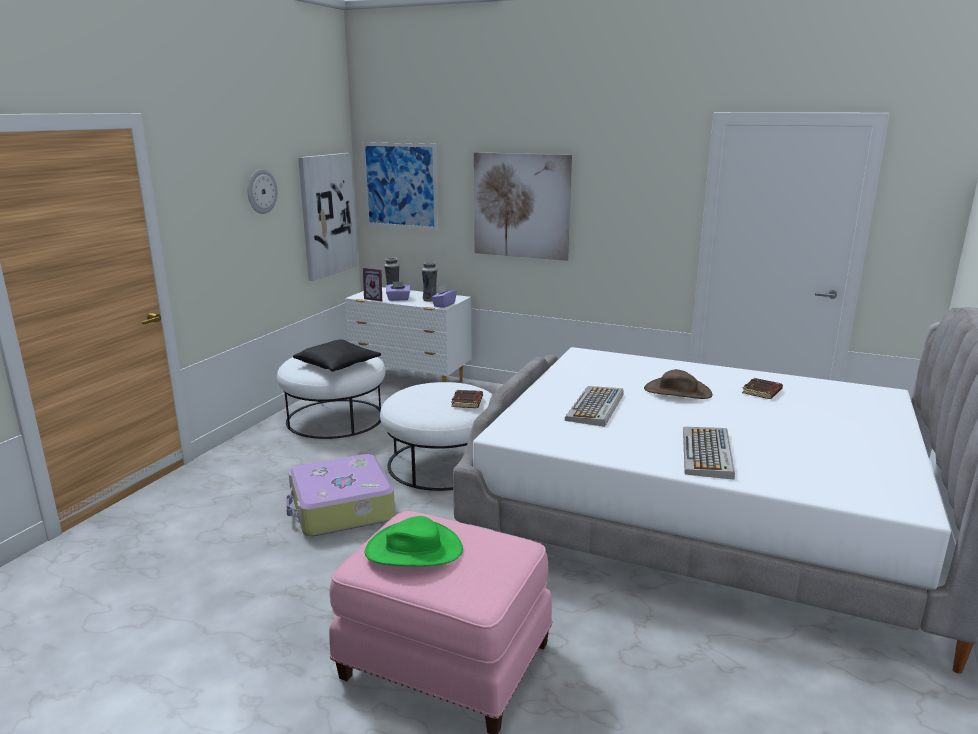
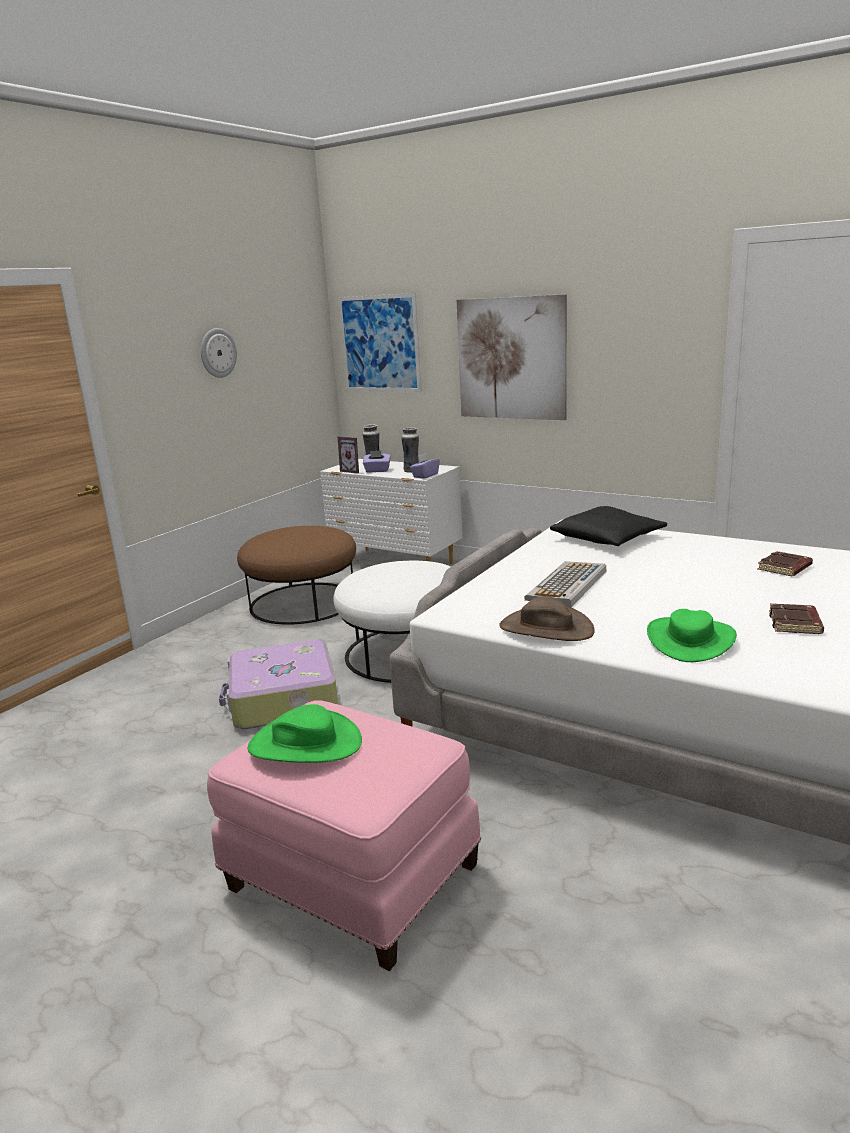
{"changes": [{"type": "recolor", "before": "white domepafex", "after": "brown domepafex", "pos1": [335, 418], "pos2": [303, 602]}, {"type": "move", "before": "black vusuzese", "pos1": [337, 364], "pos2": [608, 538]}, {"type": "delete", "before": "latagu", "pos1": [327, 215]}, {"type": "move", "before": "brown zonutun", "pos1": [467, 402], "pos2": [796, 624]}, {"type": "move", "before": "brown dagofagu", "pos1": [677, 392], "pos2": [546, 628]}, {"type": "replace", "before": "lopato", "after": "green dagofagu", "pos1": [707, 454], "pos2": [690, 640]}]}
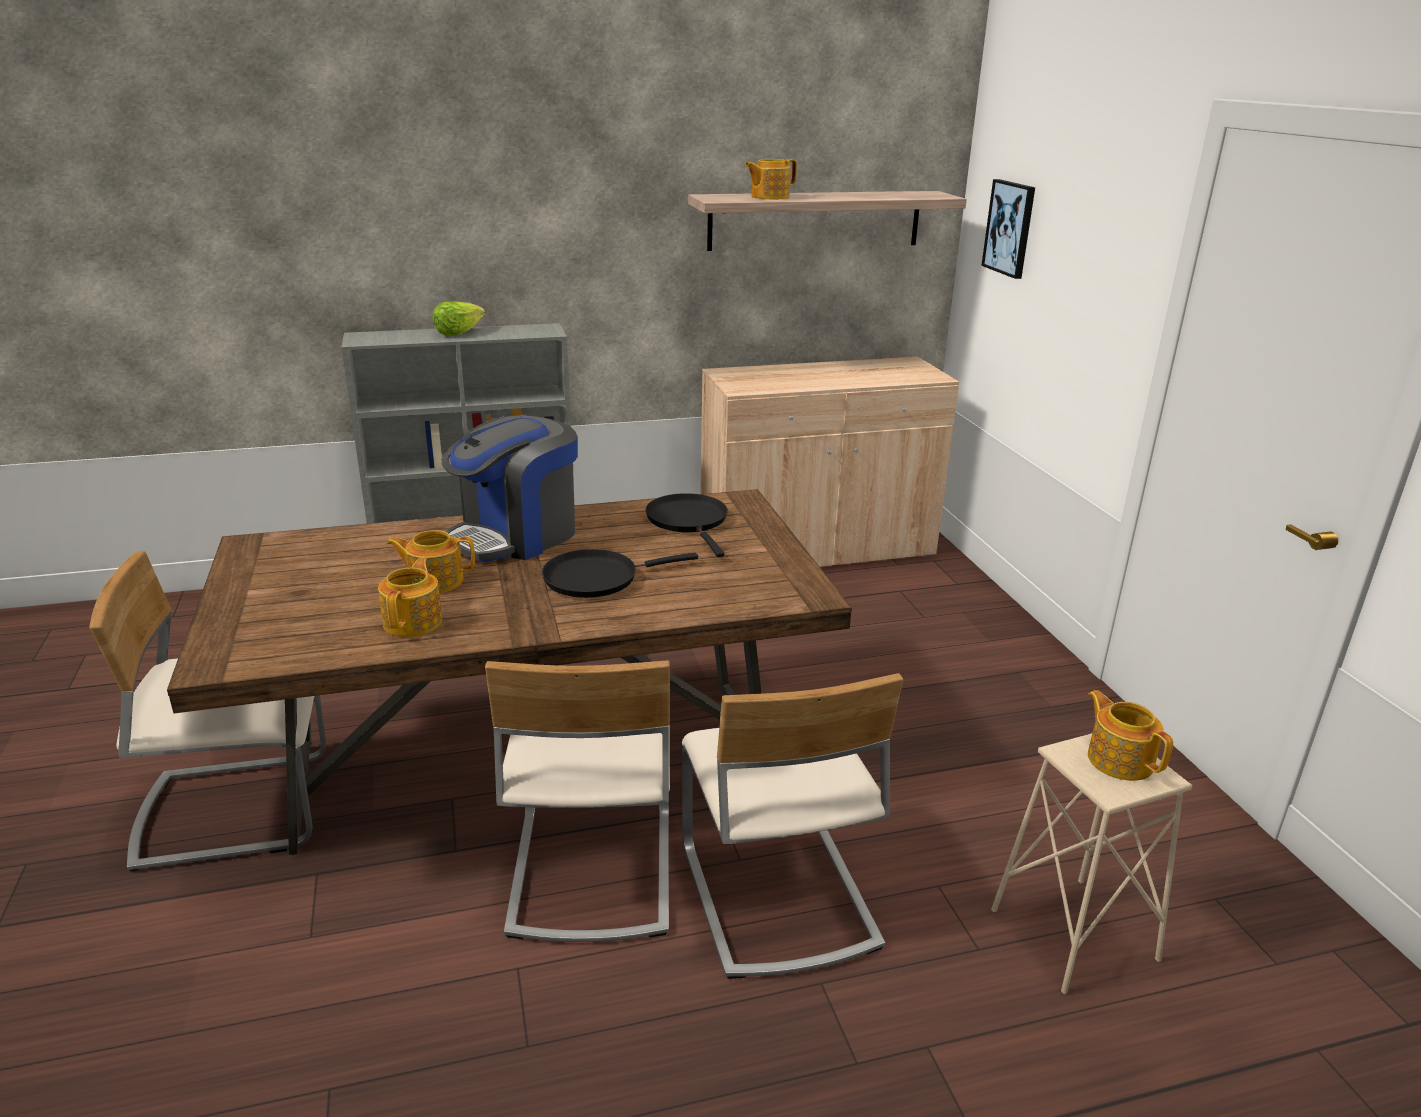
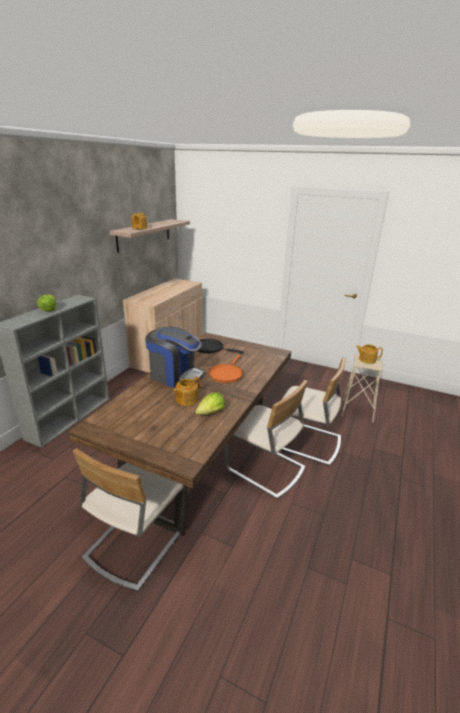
{"changes": [{"type": "replace", "before": "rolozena", "after": "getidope", "pos1": [414, 621], "pos2": [211, 412]}, {"type": "rotate", "before": "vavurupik", "pos1": [515, 536], "pos2": [175, 375], "turn": -60}, {"type": "recolor", "before": "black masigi", "after": "orange masigi", "pos1": [597, 578], "pos2": [226, 374]}, {"type": "delete", "before": "latagu", "pos1": [1010, 228]}]}
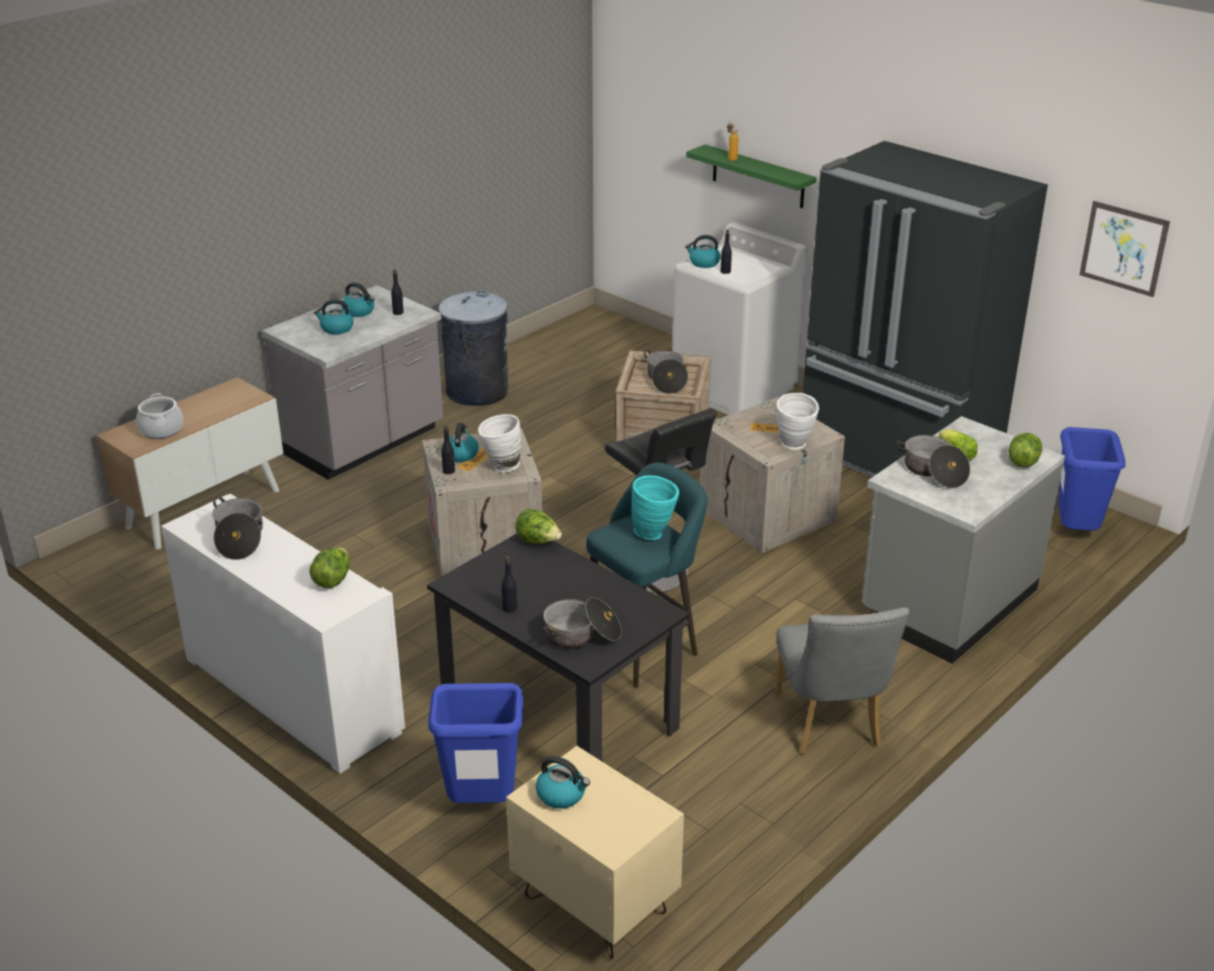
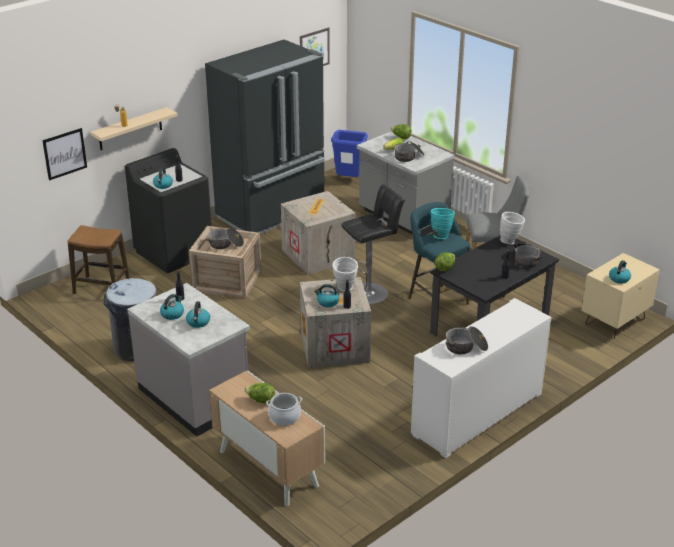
{"changes": [{"type": "move", "before": "getidope", "pos1": [332, 580], "pos2": [260, 400]}, {"type": "delete", "before": "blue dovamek", "pos1": [481, 804]}, {"type": "recolor", "before": "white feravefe", "after": "black feravefe", "pos1": [734, 390], "pos2": [174, 252]}, {"type": "recolor", "before": "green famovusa", "after": "beige famovusa", "pos1": [758, 177], "pos2": [130, 129]}, {"type": "move", "before": "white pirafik", "pos1": [795, 446], "pos2": [510, 241]}, {"type": "insert", "after": "latagu", "pos2": [64, 154]}, {"type": "insert", "after": "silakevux", "pos2": [101, 288]}]}
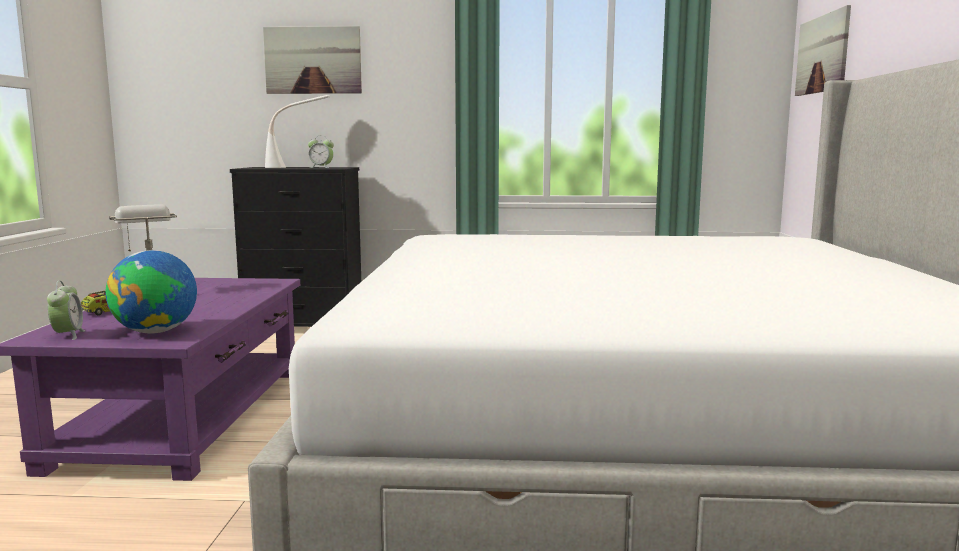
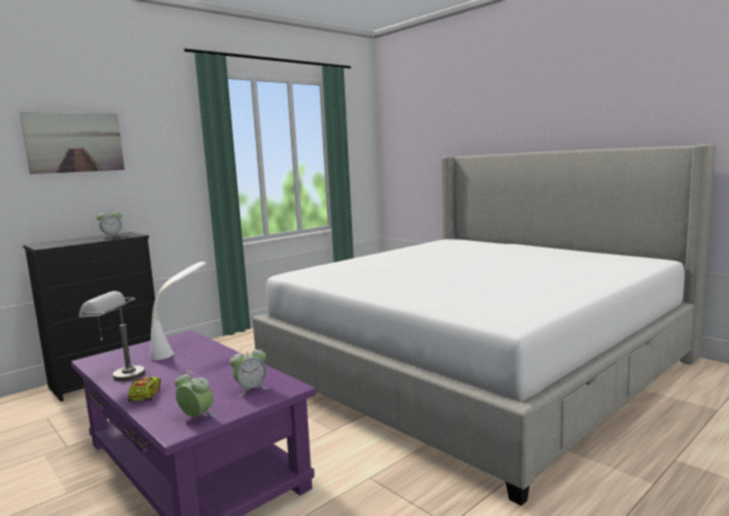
{"changes": [{"type": "replace", "before": "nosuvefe", "after": "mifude", "pos1": [156, 332], "pos2": [251, 389]}, {"type": "move", "before": "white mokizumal", "pos1": [299, 167], "pos2": [184, 347]}, {"type": "delete", "before": "latagu", "pos1": [822, 54]}]}
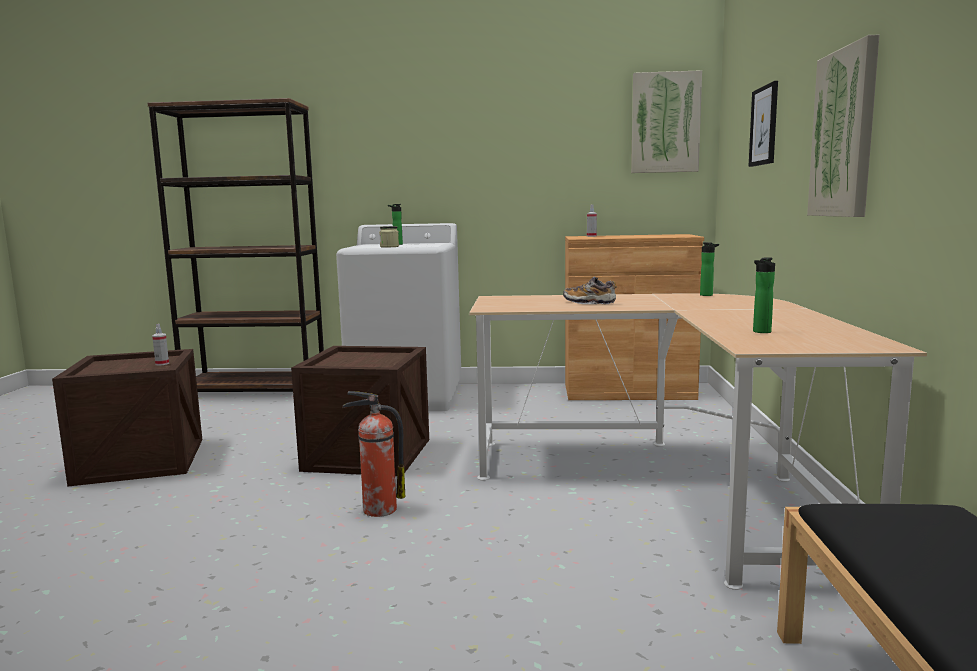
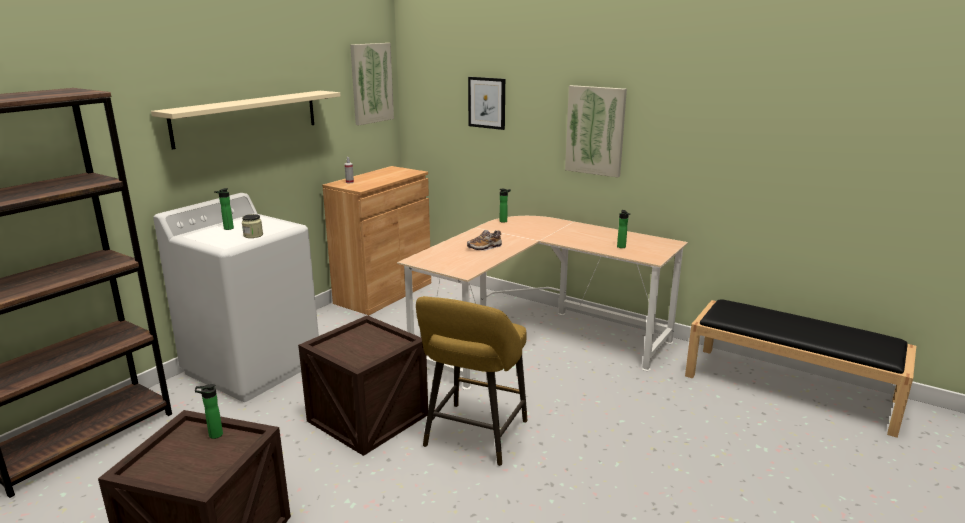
{"changes": [{"type": "replace", "before": "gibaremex", "after": "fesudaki", "pos1": [162, 364], "pos2": [213, 435]}, {"type": "replace", "before": "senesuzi", "after": "yellow silakevux", "pos1": [378, 509], "pos2": [473, 437]}, {"type": "insert", "after": "beige famovusa", "pos2": [247, 117]}]}
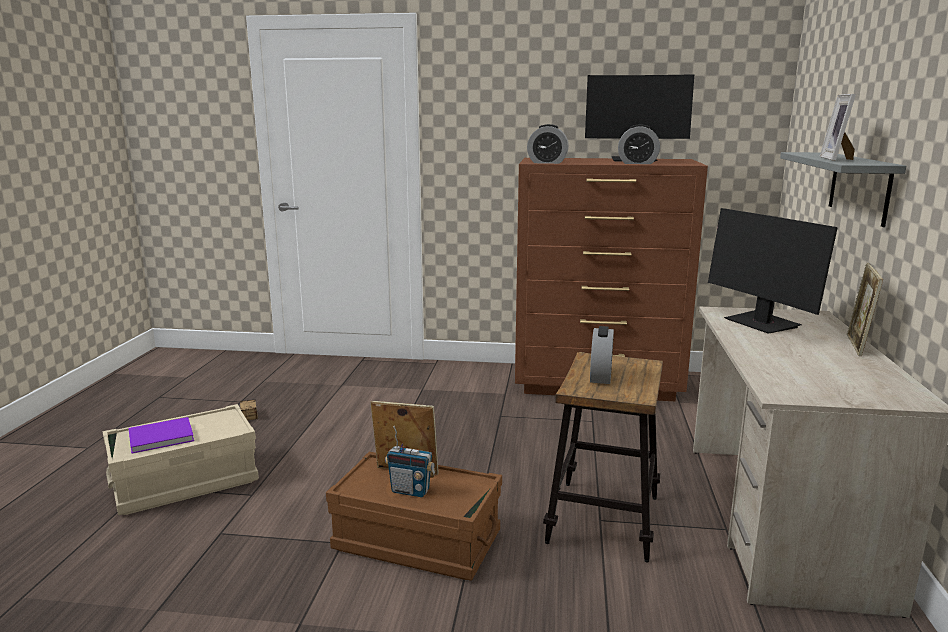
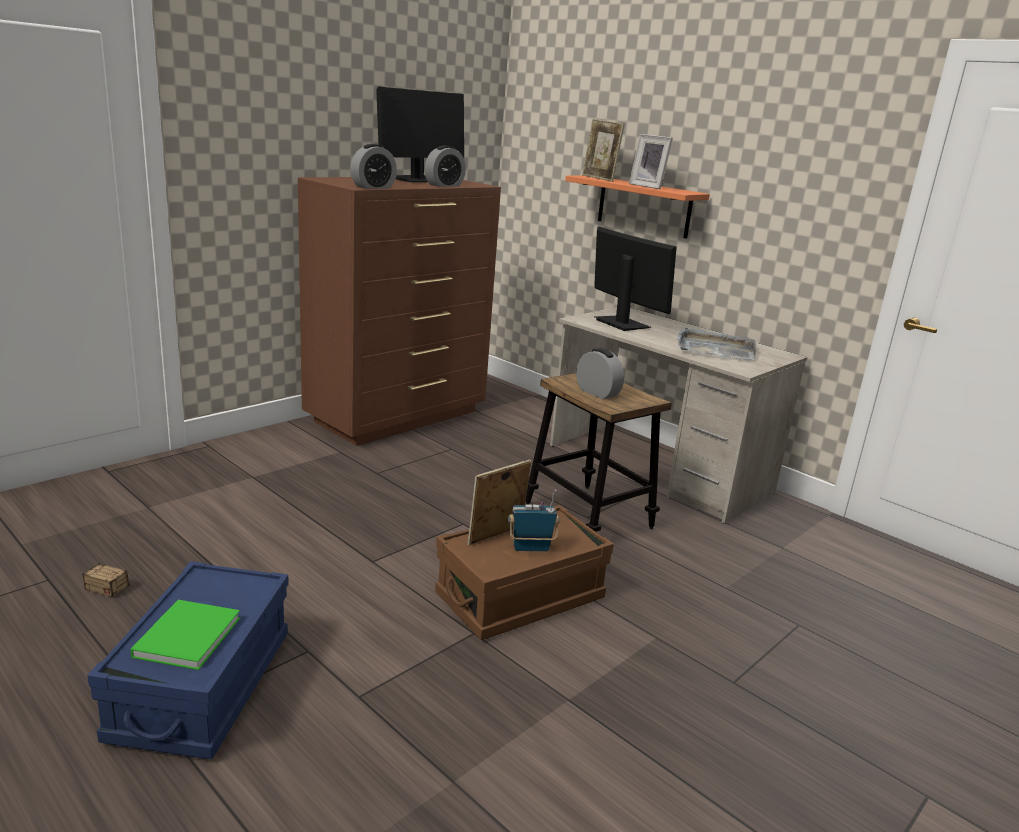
{"changes": [{"type": "recolor", "before": "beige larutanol", "after": "blue larutanol", "pos1": [185, 482], "pos2": [203, 686]}, {"type": "recolor", "before": "purple zonutun", "after": "green zonutun", "pos1": [163, 437], "pos2": [189, 635]}, {"type": "rotate", "before": "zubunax", "pos1": [410, 491], "pos2": [531, 548], "turn": -150}, {"type": "rotate", "before": "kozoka", "pos1": [762, 323], "pos2": [622, 323], "turn": -135}, {"type": "recolor", "before": "grey famovusa", "after": "orange famovusa", "pos1": [859, 187], "pos2": [644, 206]}, {"type": "move", "before": "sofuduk", "pos1": [857, 346], "pos2": [599, 179]}, {"type": "insert", "after": "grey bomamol", "pos2": [715, 349]}]}
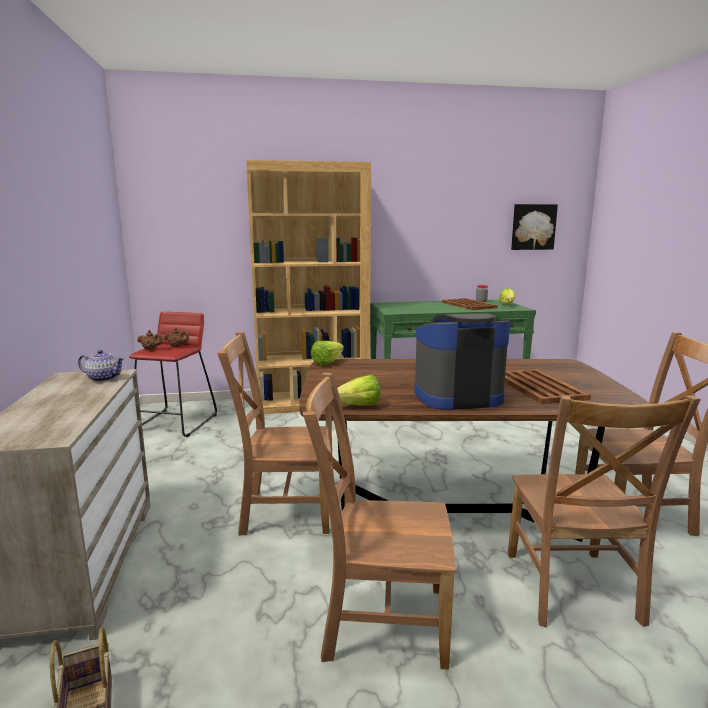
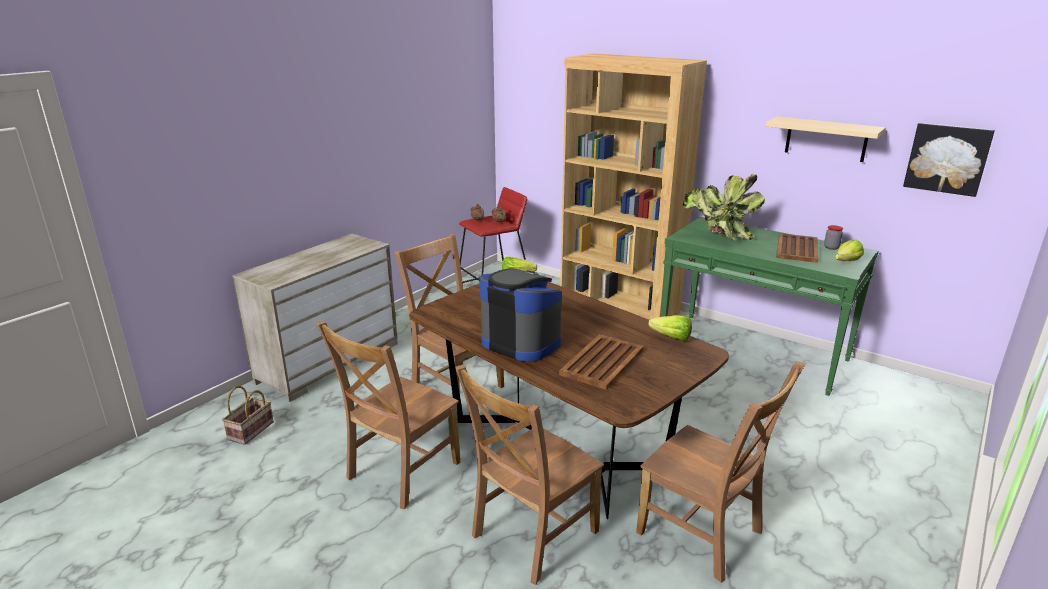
{"changes": [{"type": "delete", "before": "rolozena", "pos1": [103, 378]}, {"type": "rotate", "before": "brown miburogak", "pos1": [378, 620], "pos2": [400, 472], "turn": -105}, {"type": "move", "before": "getidope", "pos1": [354, 407], "pos2": [668, 337]}, {"type": "insert", "after": "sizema", "pos2": [718, 237]}, {"type": "insert", "after": "beige famovusa", "pos2": [826, 139]}]}
